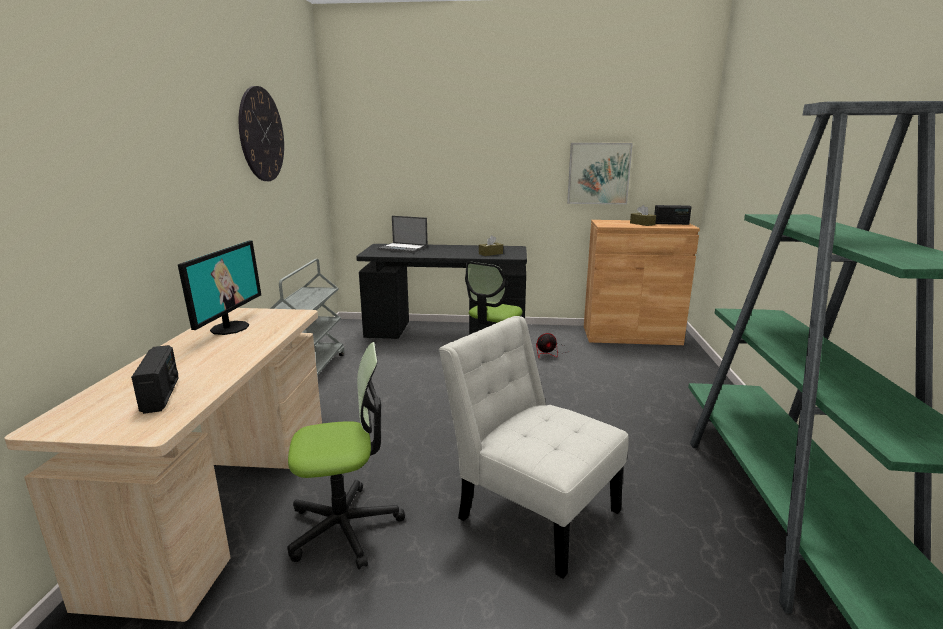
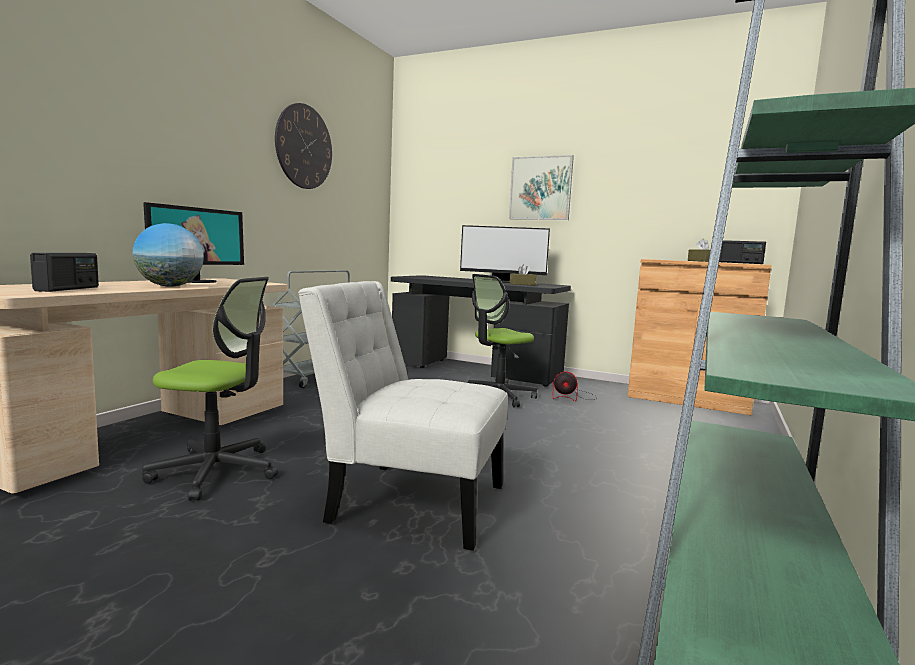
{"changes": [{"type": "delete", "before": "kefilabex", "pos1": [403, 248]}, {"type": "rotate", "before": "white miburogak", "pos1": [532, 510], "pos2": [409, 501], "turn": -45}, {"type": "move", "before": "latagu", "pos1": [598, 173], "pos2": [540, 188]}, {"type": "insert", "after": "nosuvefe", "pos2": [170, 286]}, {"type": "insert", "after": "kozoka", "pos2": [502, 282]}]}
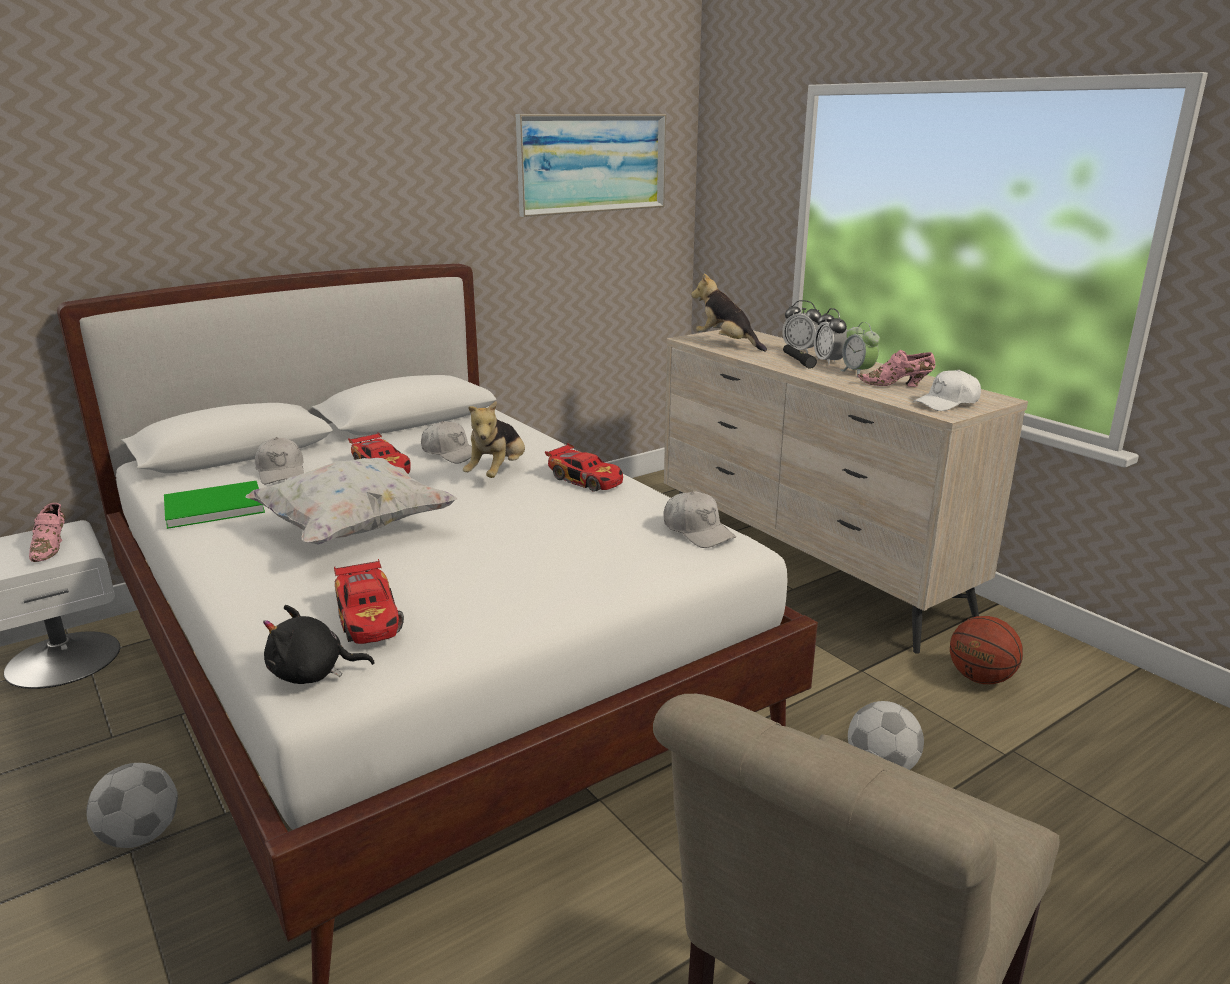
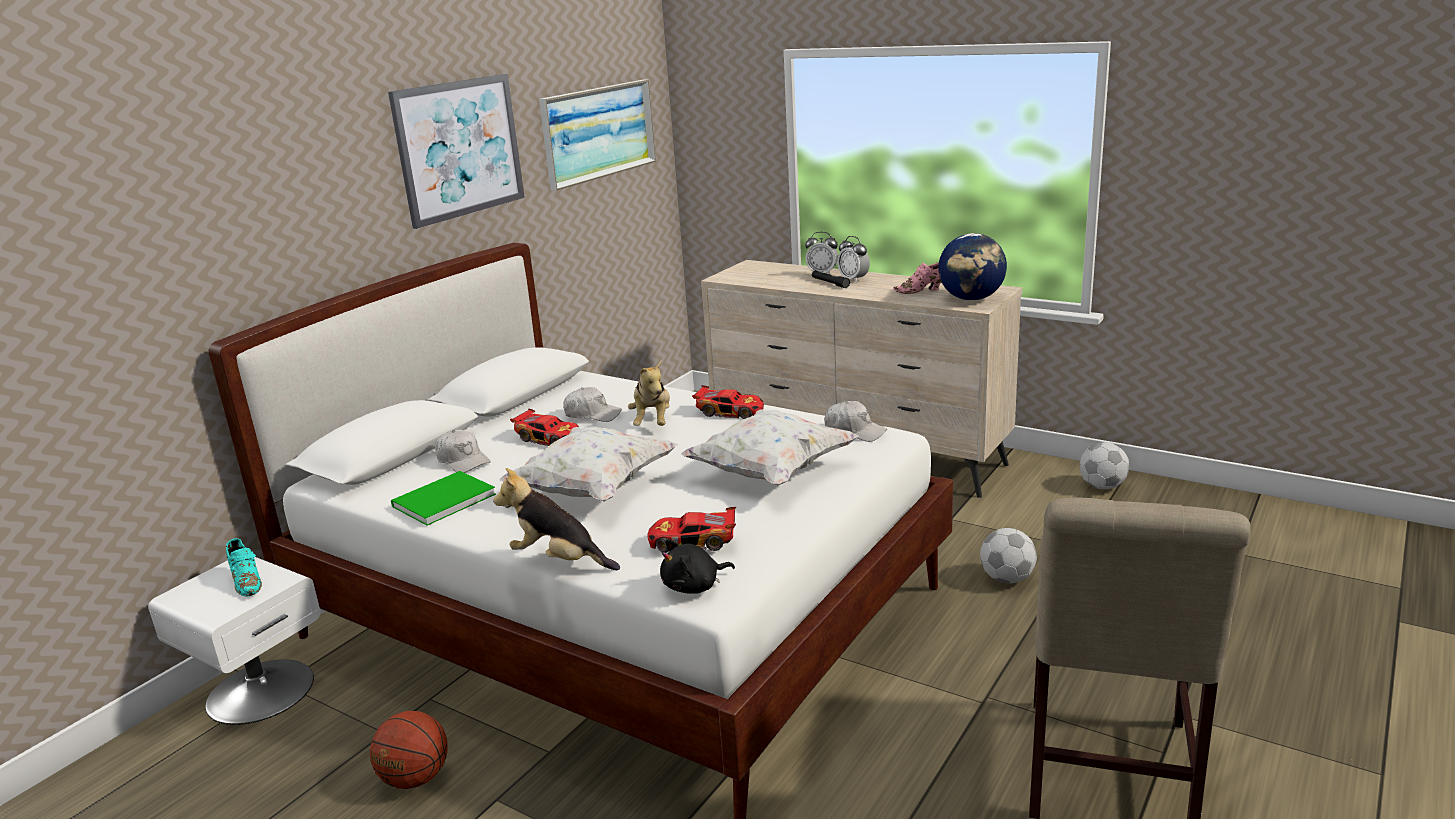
{"changes": [{"type": "recolor", "before": "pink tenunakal", "after": "turquoise tenunakal", "pos1": [51, 548], "pos2": [247, 582]}, {"type": "move", "before": "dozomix", "pos1": [141, 834], "pos2": [1102, 486]}, {"type": "rotate", "before": "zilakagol", "pos1": [369, 618], "pos2": [693, 542], "turn": 135}, {"type": "move", "before": "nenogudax", "pos1": [727, 343], "pos2": [559, 560]}, {"type": "delete", "before": "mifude", "pos1": [858, 373]}, {"type": "replace", "before": "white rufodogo", "after": "nosuvefe", "pos1": [947, 403], "pos2": [971, 299]}, {"type": "move", "before": "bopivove", "pos1": [980, 678], "pos2": [415, 778]}, {"type": "insert", "after": "latagu", "pos2": [459, 148]}, {"type": "insert", "after": "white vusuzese", "pos2": [771, 472]}]}
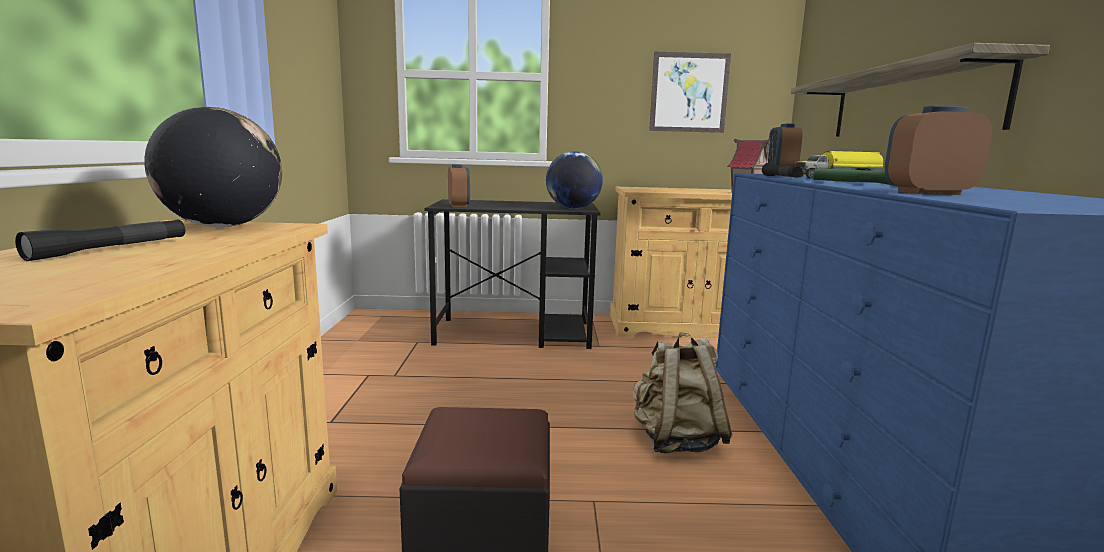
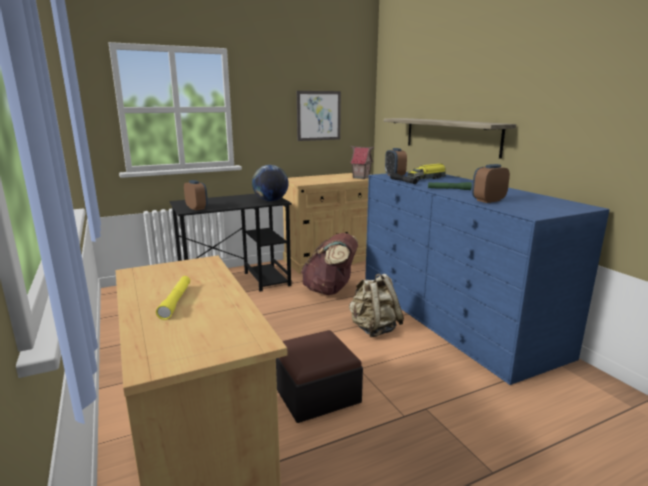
{"changes": [{"type": "recolor", "before": "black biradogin", "after": "yellow biradogin", "pos1": [112, 249], "pos2": [176, 301]}, {"type": "delete", "before": "nosuvefe", "pos1": [223, 226]}, {"type": "insert", "after": "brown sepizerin", "pos2": [330, 290]}]}
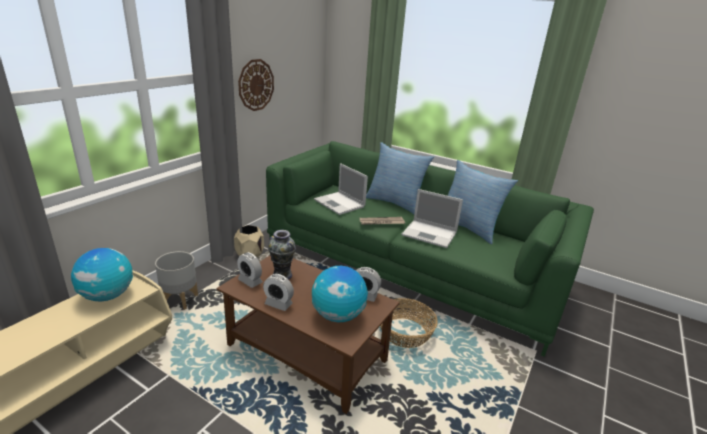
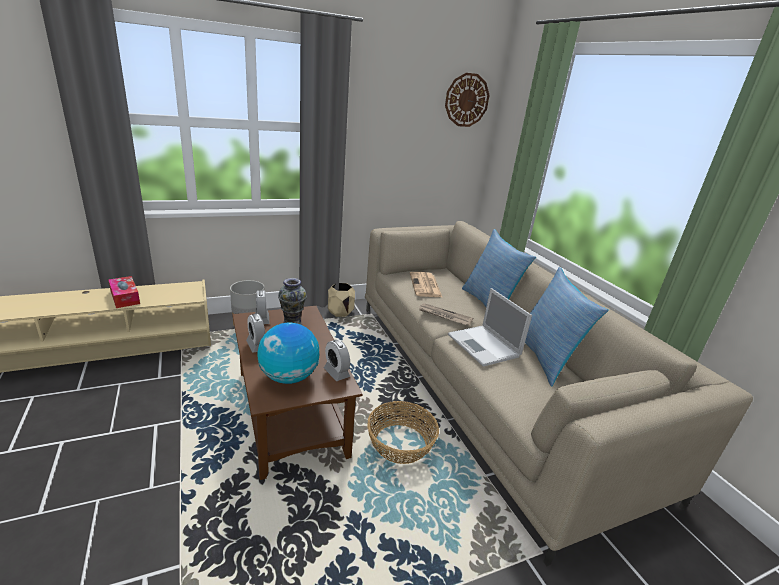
{"changes": [{"type": "delete", "before": "nosuvefe", "pos1": [108, 295]}, {"type": "move", "before": "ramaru", "pos1": [256, 85], "pos2": [466, 100]}, {"type": "recolor", "before": "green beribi", "after": "beige beribi", "pos1": [409, 266], "pos2": [484, 385]}, {"type": "replace", "before": "kefilabex", "after": "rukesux", "pos1": [340, 203], "pos2": [425, 285]}, {"type": "insert", "after": "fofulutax", "pos2": [125, 297]}]}
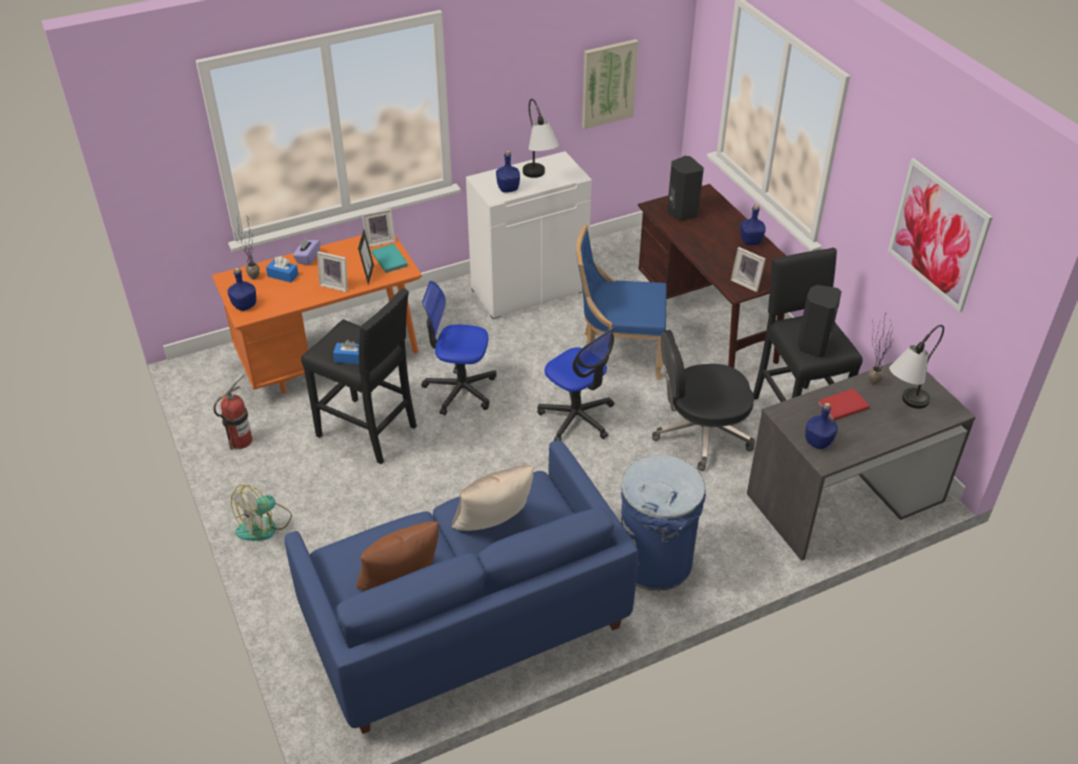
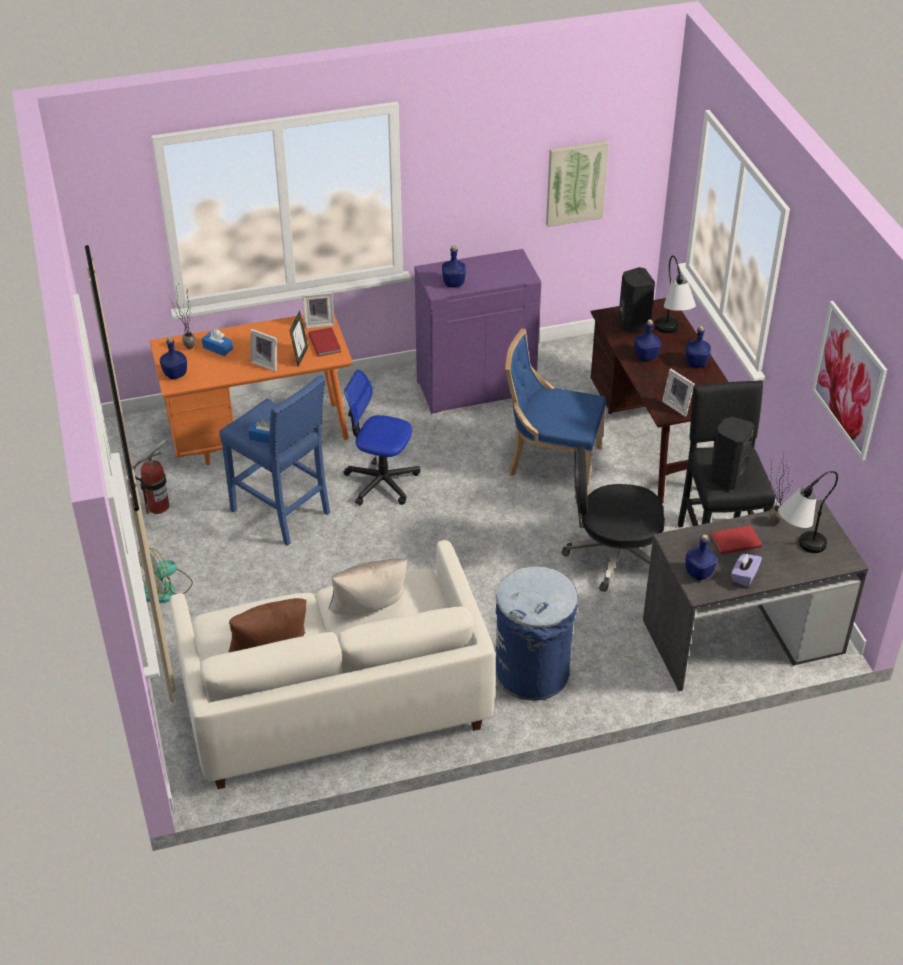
{"changes": [{"type": "recolor", "before": "blue beribi", "after": "white beribi", "pos1": [464, 620], "pos2": [334, 701]}, {"type": "move", "before": "purple fofulutax", "pos1": [308, 258], "pos2": [744, 576]}, {"type": "recolor", "before": "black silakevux", "after": "blue silakevux", "pos1": [368, 432], "pos2": [282, 512]}, {"type": "recolor", "before": "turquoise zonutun", "after": "red zonutun", "pos1": [390, 259], "pos2": [325, 343]}, {"type": "recolor", "before": "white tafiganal", "after": "purple tafiganal", "pos1": [529, 289], "pos2": [476, 386]}, {"type": "move", "before": "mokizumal", "pos1": [539, 179], "pos2": [671, 335]}, {"type": "delete", "before": "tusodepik", "pos1": [577, 418]}, {"type": "insert", "after": "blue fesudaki", "pos2": [645, 356]}]}
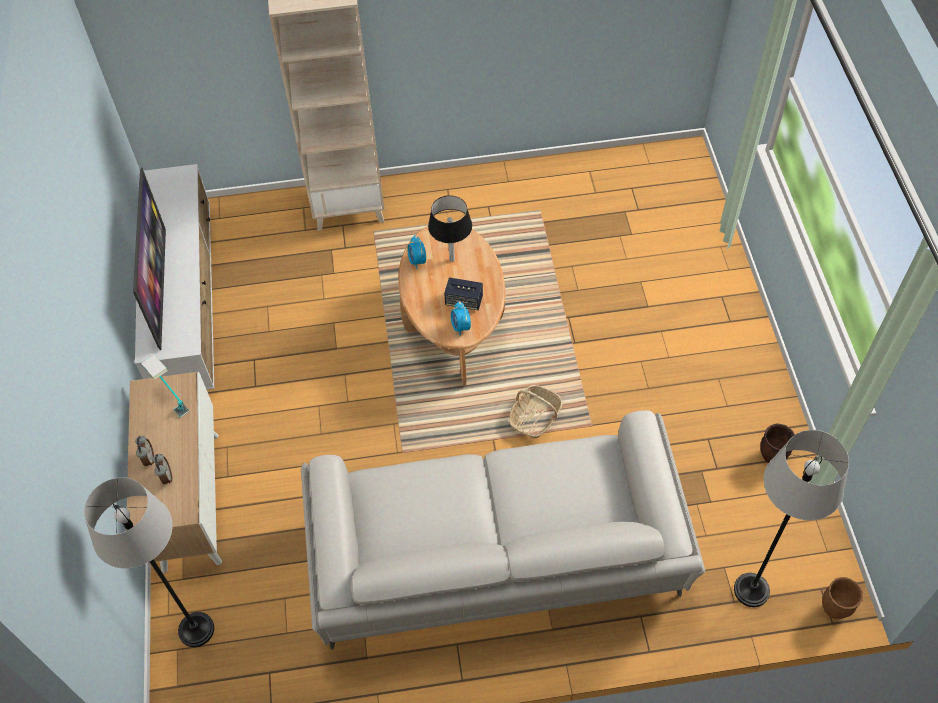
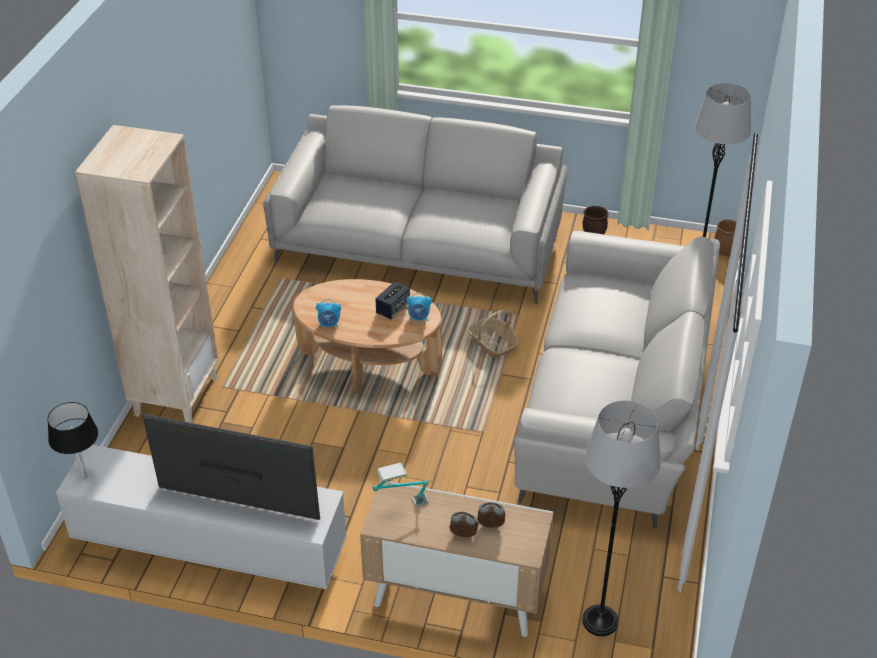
{"changes": [{"type": "move", "before": "black mokizumal", "pos1": [452, 259], "pos2": [84, 476]}, {"type": "insert", "after": "grey beribi", "pos2": [420, 246]}]}
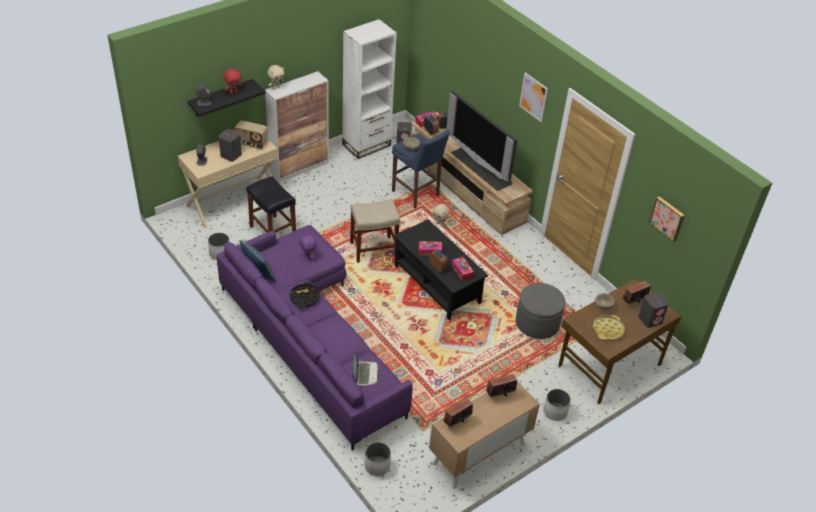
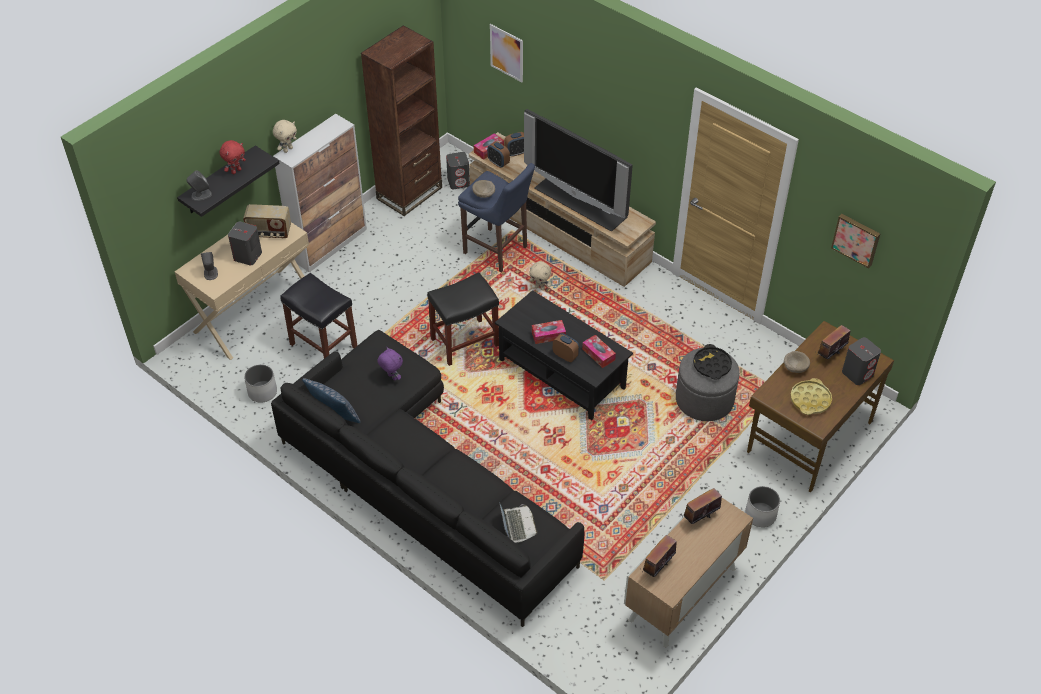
{"changes": [{"type": "recolor", "before": "purple beribi", "after": "black beribi", "pos1": [311, 337], "pos2": [421, 484]}, {"type": "move", "before": "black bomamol", "pos1": [304, 297], "pos2": [712, 365]}, {"type": "recolor", "before": "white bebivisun", "after": "brown bebivisun", "pos1": [366, 145], "pos2": [409, 193]}, {"type": "recolor", "before": "beige silakevux", "after": "black silakevux", "pos1": [374, 249], "pos2": [465, 341]}, {"type": "delete", "before": "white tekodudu", "pos1": [377, 465]}, {"type": "move", "before": "latagu", "pos1": [533, 97], "pos2": [506, 53]}]}
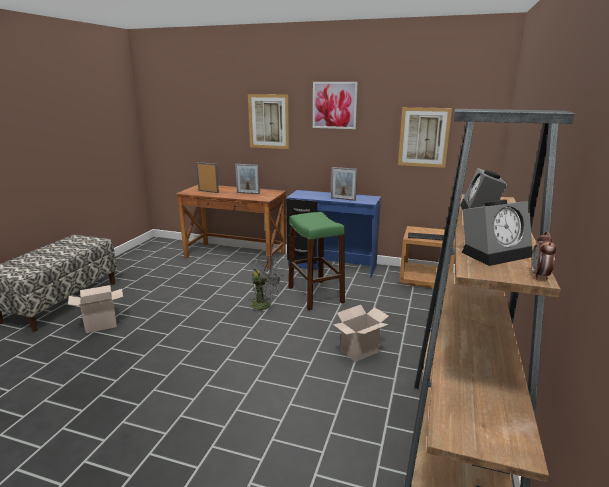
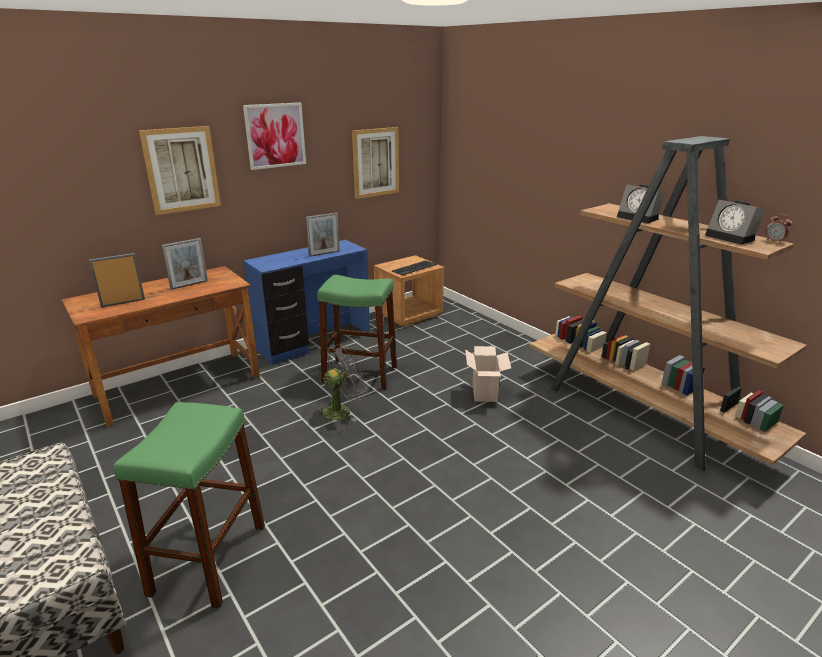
{"changes": [{"type": "replace", "before": "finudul", "after": "green silakevux", "pos1": [102, 324], "pos2": [209, 558]}, {"type": "rotate", "before": "mifude", "pos1": [495, 253], "pos2": [732, 238], "turn": 135}]}
